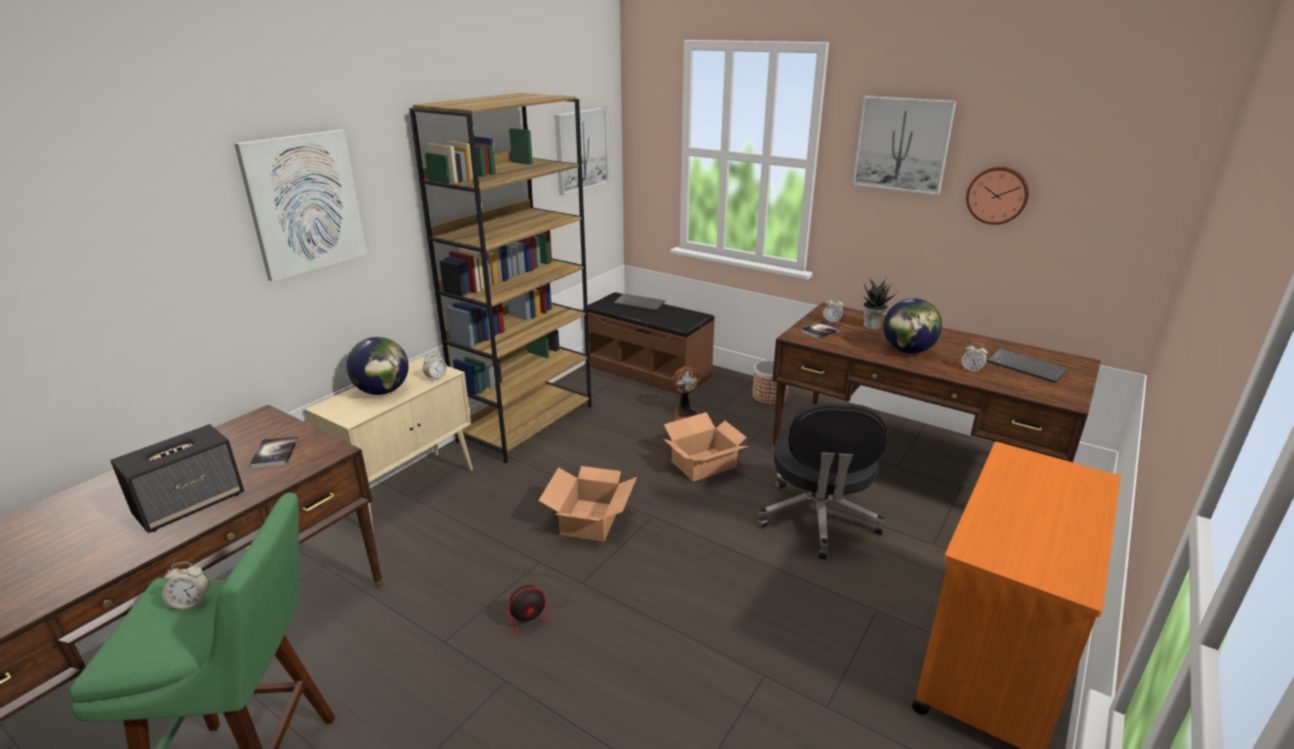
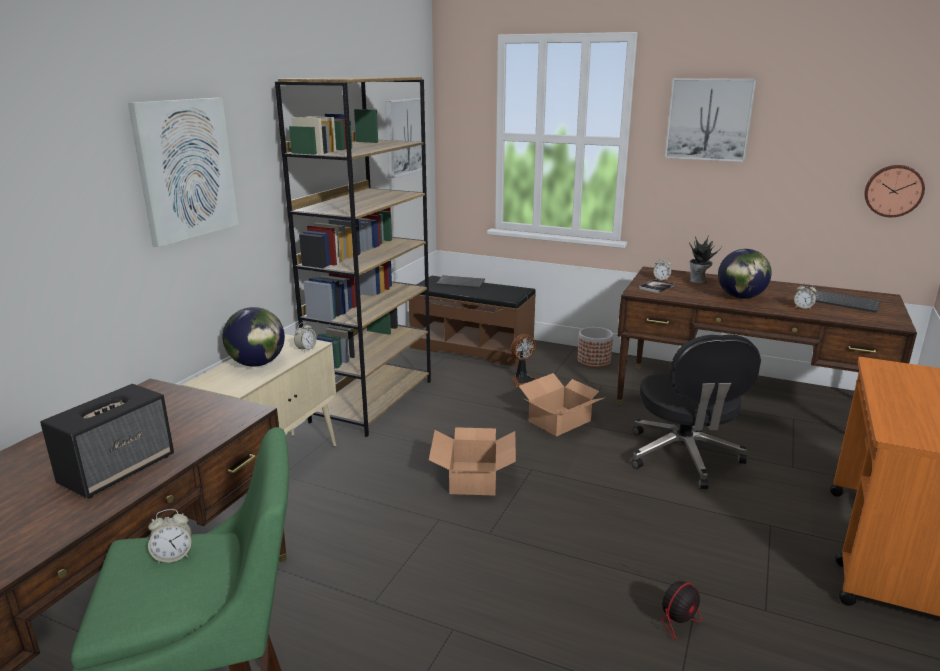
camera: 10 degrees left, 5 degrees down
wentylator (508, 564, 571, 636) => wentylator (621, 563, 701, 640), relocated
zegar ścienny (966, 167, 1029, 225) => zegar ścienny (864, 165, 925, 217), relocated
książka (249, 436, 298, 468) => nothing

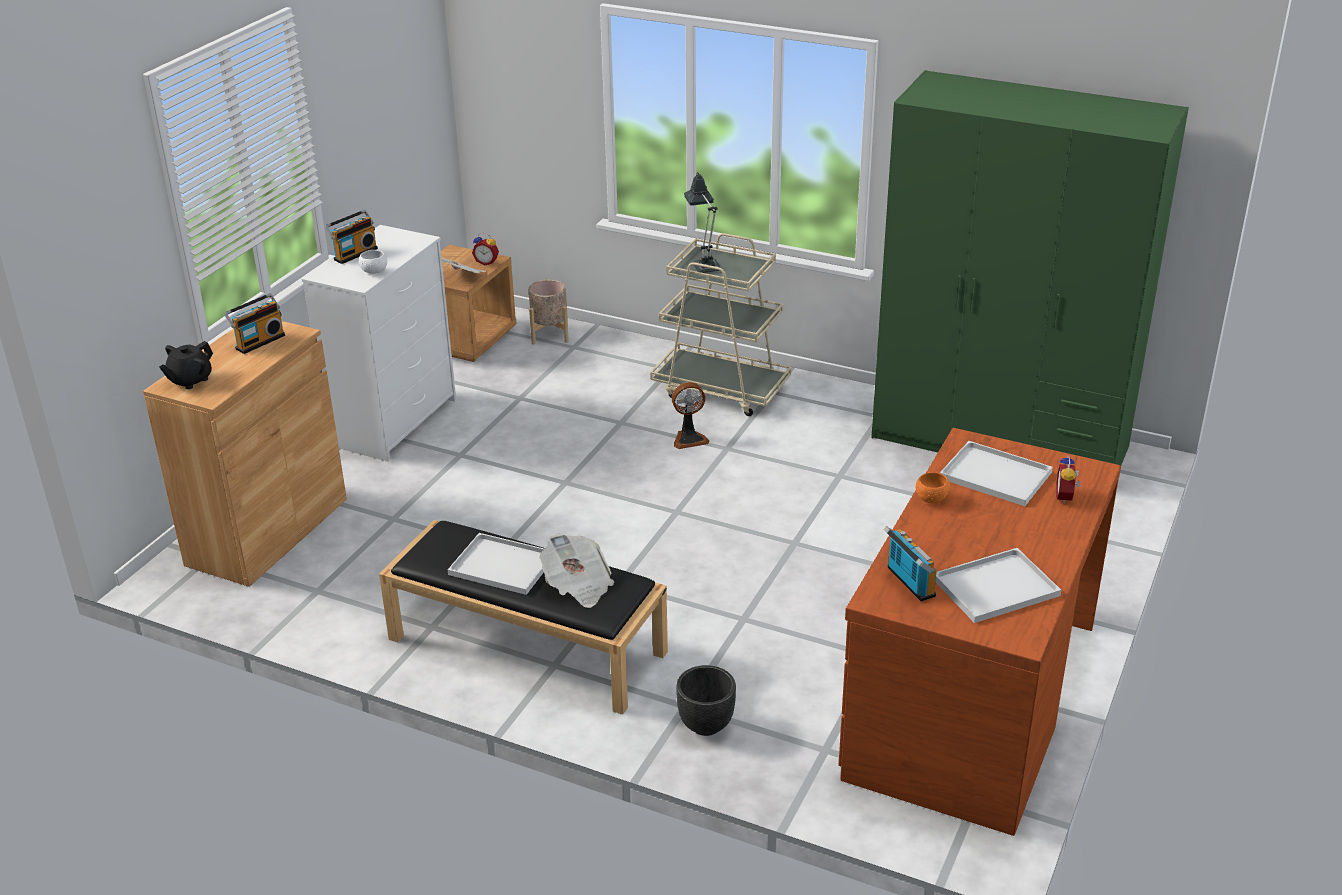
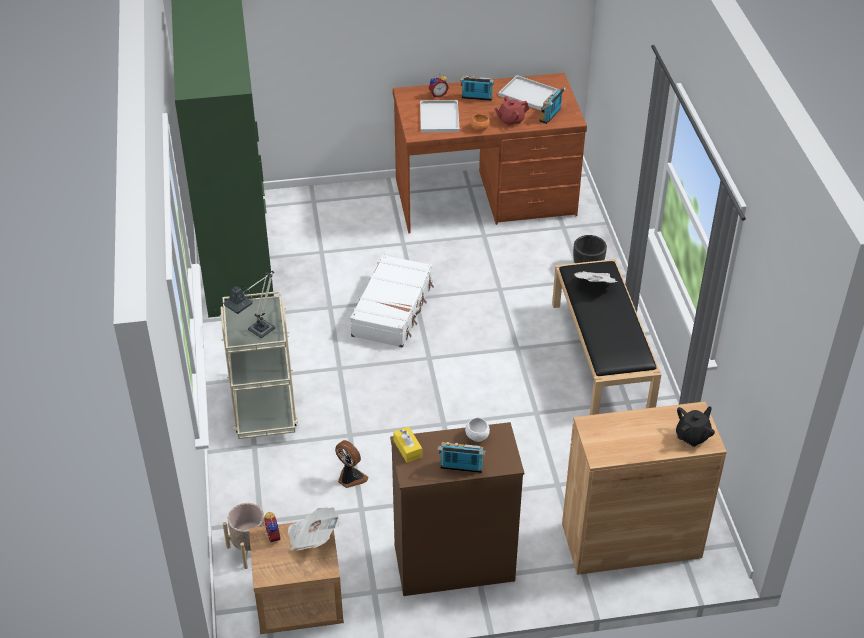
camera: 125 degrees left, 10 degrees up
wentylator (672, 382, 709, 449) => wentylator (335, 440, 368, 488), relocated
nothing => walizka/biały (350, 254, 434, 347)
komoda/biały (302, 225, 456, 462) => komoda/brązowy (390, 422, 524, 596)
nothing => pudełko chusteczek/żółty (393, 427, 422, 463)
radio (224, 293, 285, 354) => radio (460, 76, 495, 101), relocated
nothing => imbryk/czerwony (494, 96, 529, 126)
imbryk/czarny (159, 341, 213, 389) => imbryk/czarny (676, 406, 715, 447), 45 degrees counterclockwise
taca/biały (448, 533, 545, 595) => nothing

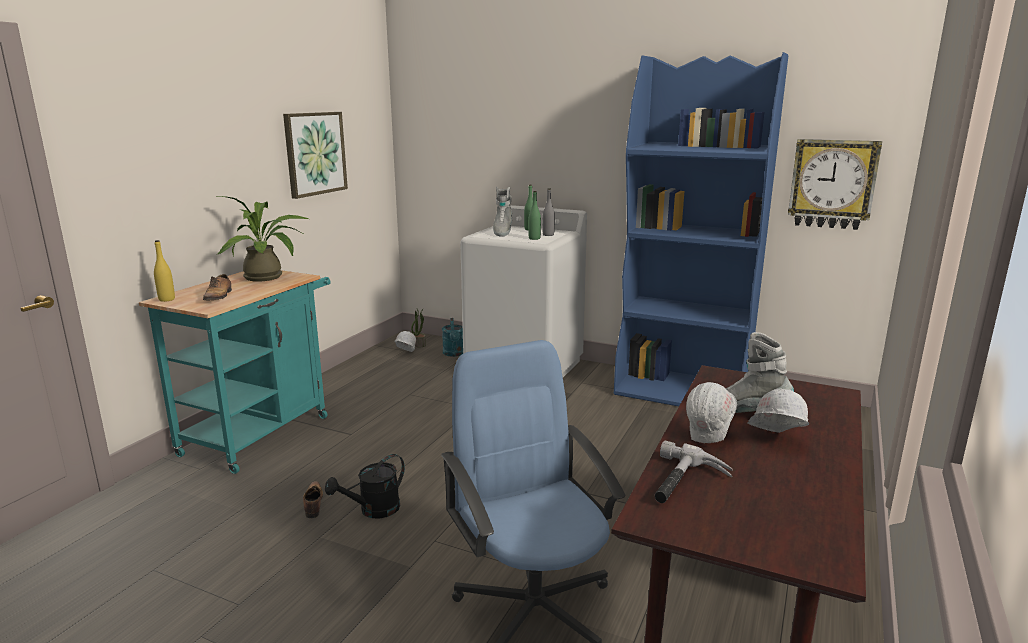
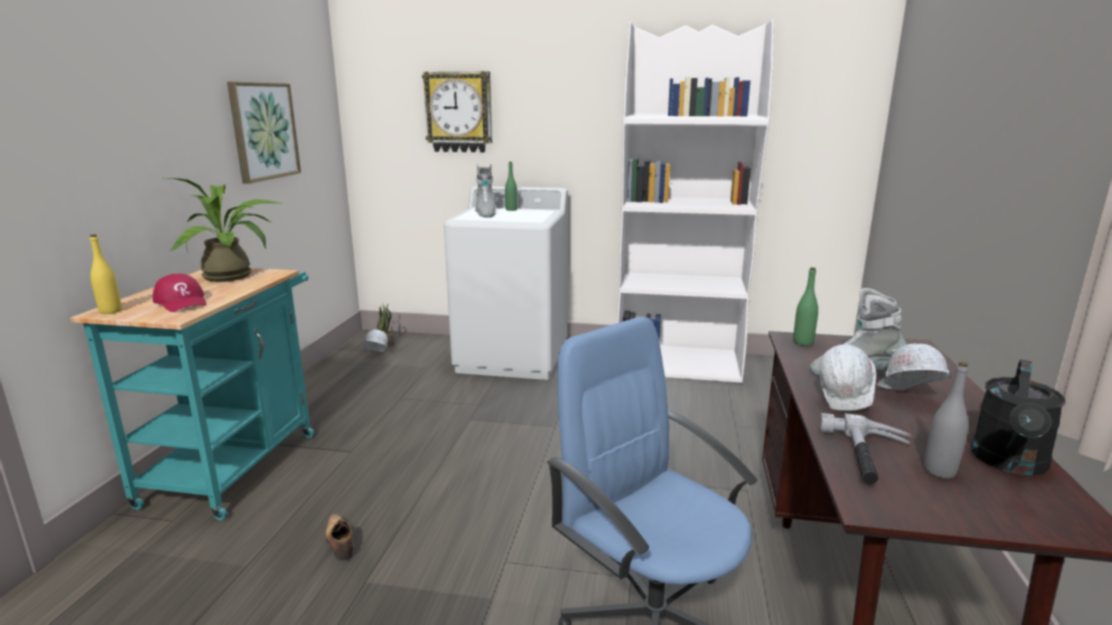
camera: 15 degrees left, 0 degrees up
but (203, 274, 232, 300) => czapka z daszkiem/czerwony (153, 274, 206, 312)
zegar ścienny (788, 139, 882, 230) => zegar ścienny (422, 71, 492, 153), relocated
regał/niebieski (614, 52, 788, 406) => regał/biały (617, 19, 774, 383)
butelka/zielony (528, 191, 541, 240) => butelka/zielony (793, 267, 818, 346), relocated
butelka/szary (542, 188, 555, 236) => butelka/szary (924, 362, 968, 479), relocated
konewka/czarny (325, 454, 405, 518) => konewka/czarny (971, 360, 1066, 476), relocated
konewka/turkusowy (442, 318, 463, 357) => nothing

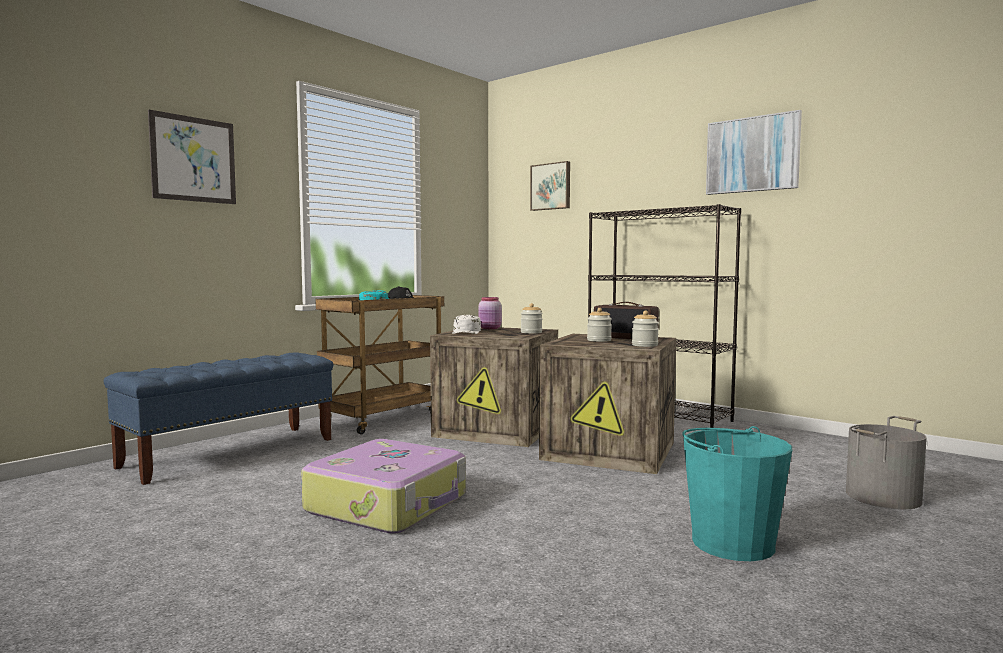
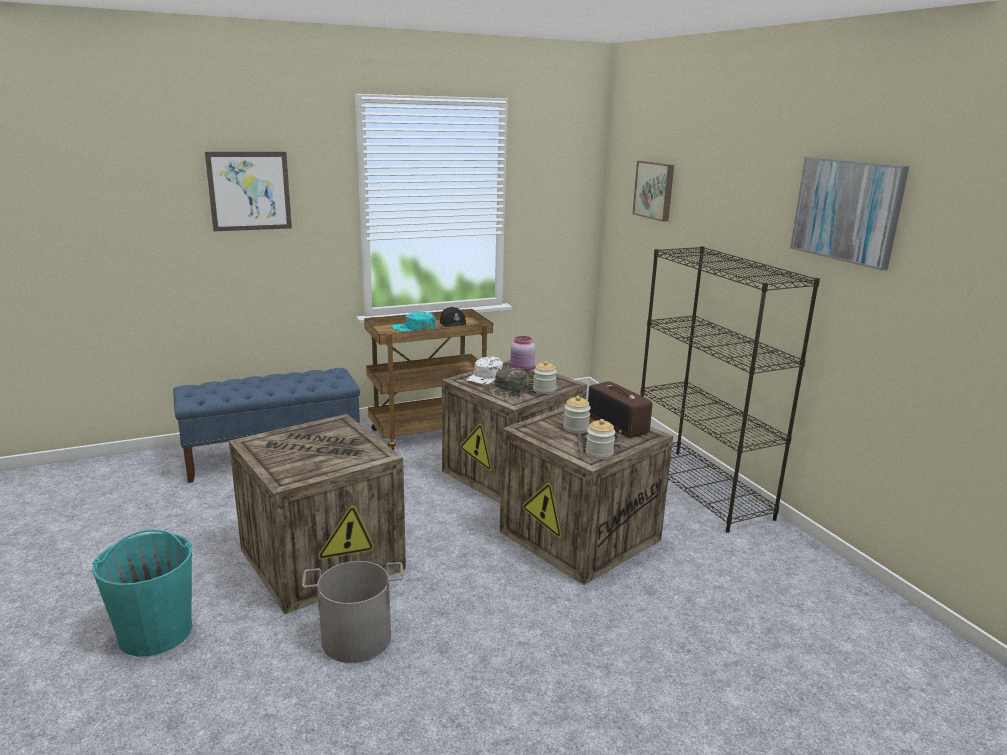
camera: 25 degrees right, 15 degrees up
wiadro/turkusowy (682, 426, 792, 561) => wiadro/turkusowy (92, 529, 192, 657), relocated
walizka (301, 439, 466, 534) => skrzynka (229, 414, 406, 614)
wiadro/szary (846, 416, 927, 509) => wiadro/szary (302, 561, 403, 663), relocated
nothing => czapka z daszkiem/zielony (483, 368, 527, 395)

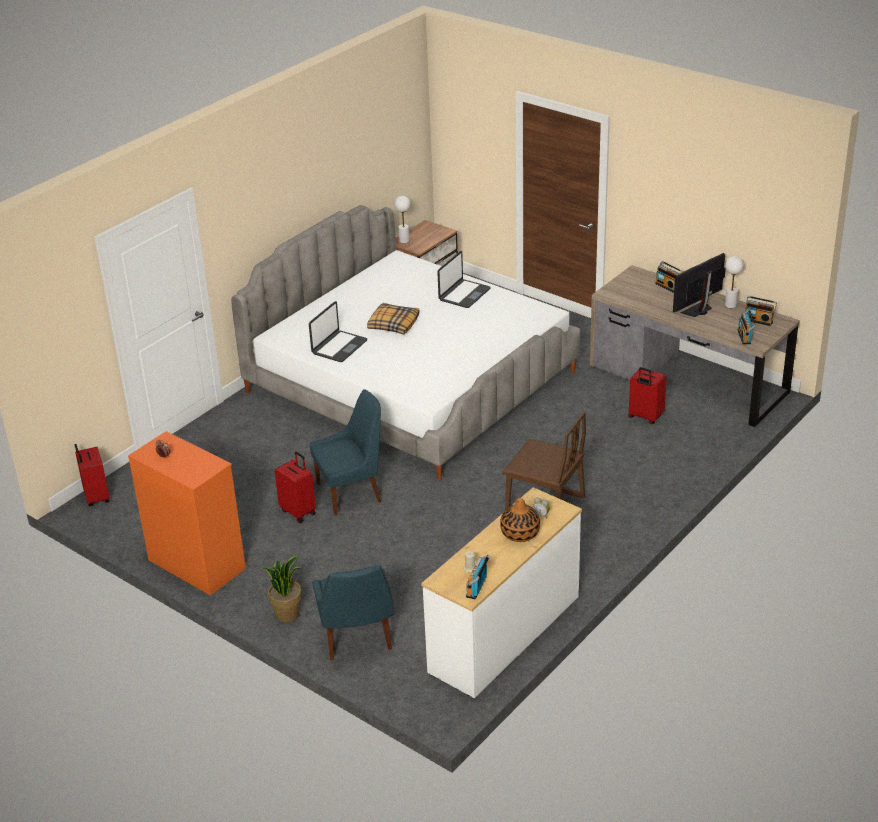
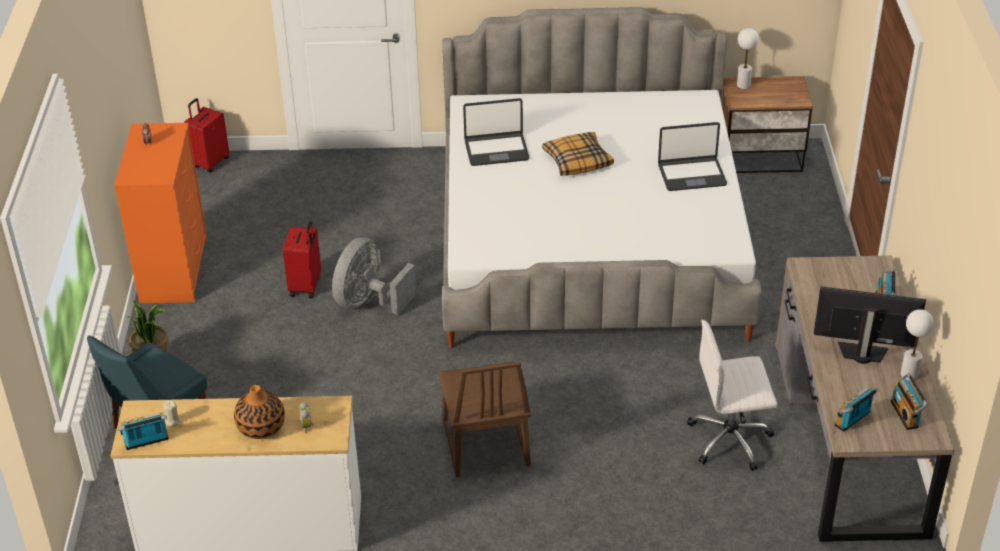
camera: 50 degrees right, 5 degrees up
krzesło/niebieski (310, 389, 381, 515) => wentylator/szary (332, 237, 416, 315)
walizka/czerwony (629, 367, 667, 424) => krzesło biurowe/biały (687, 320, 778, 471)

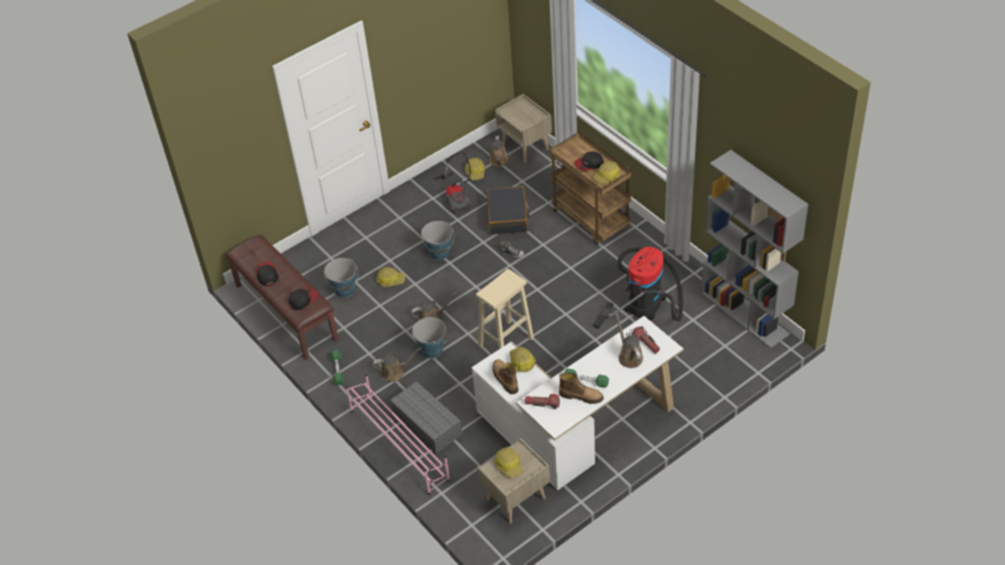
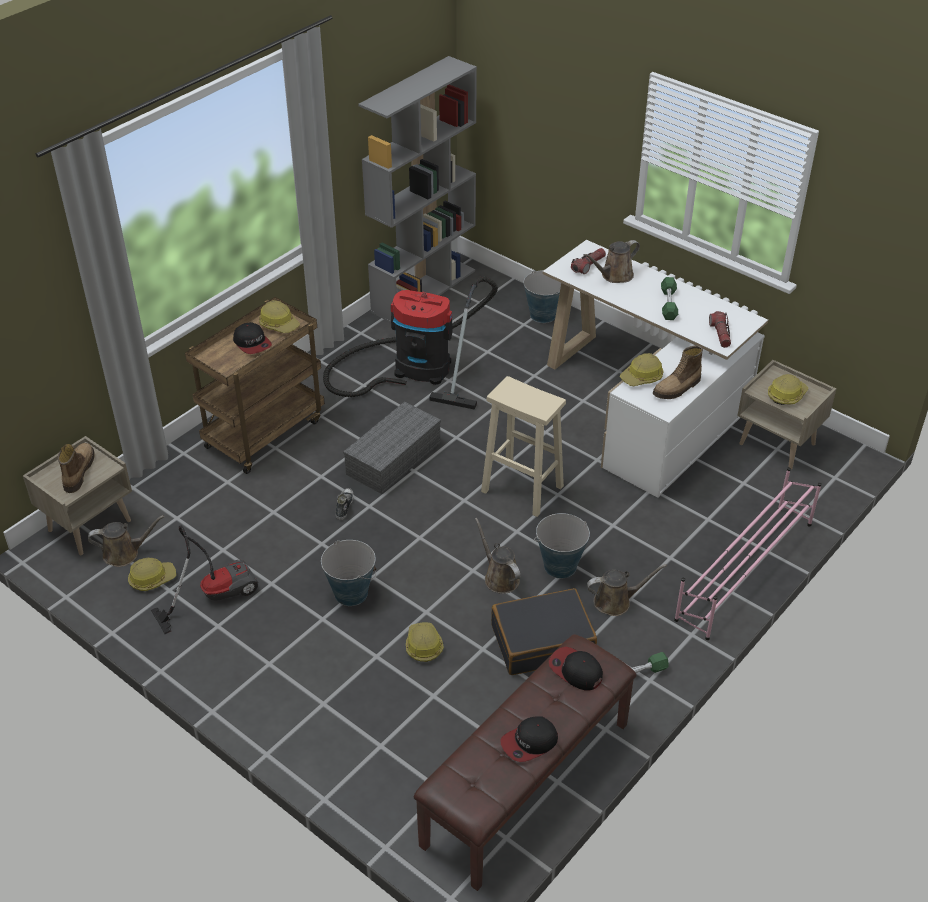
camera: 105 degrees left, 5 degrees down
but z cholewką (559, 372, 604, 404) => but z cholewką (58, 443, 94, 493), relocated
pojemnik do przechowywania/szary (390, 381, 462, 454) => pojemnik do przechowywania/szary (343, 402, 441, 494), relocated
walizka/czarny (486, 186, 529, 235) => walizka/czarny (491, 588, 597, 675), relocated
wiadro (324, 258, 358, 298) => wiadro (524, 270, 561, 323), relocated
konewka/brązowy (373, 347, 421, 382) => konewka/brązowy (587, 564, 667, 616), 105 degrees clockwise

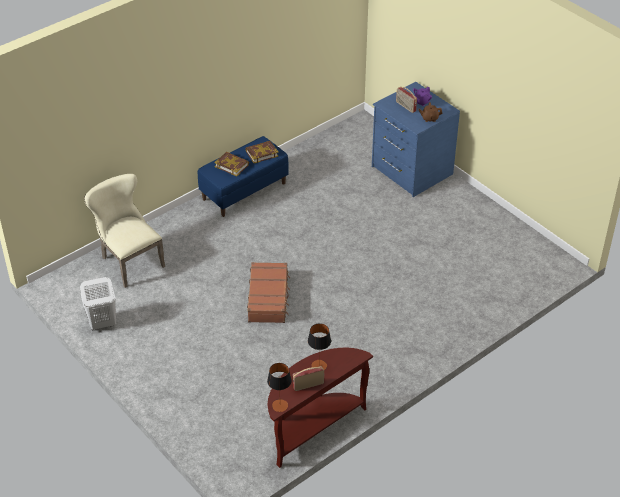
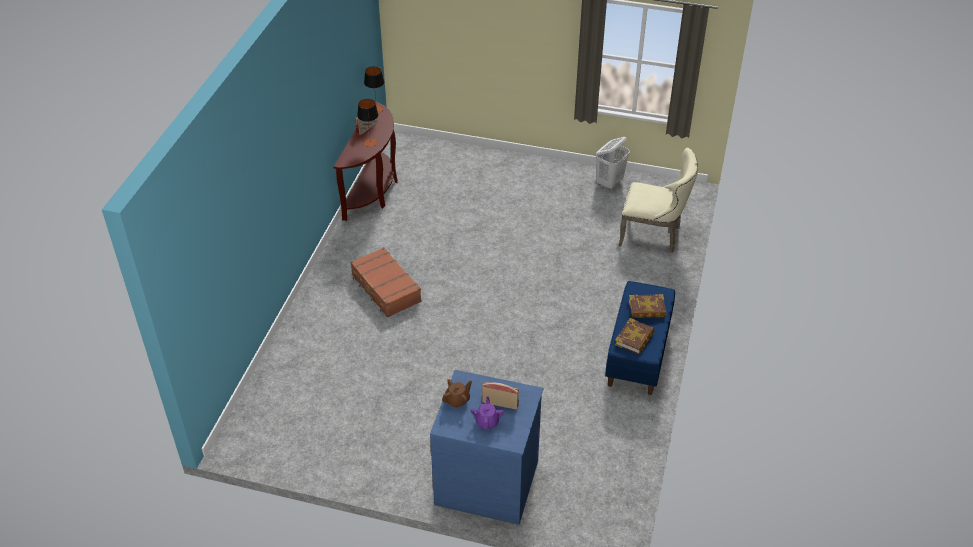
camera: 145 degrees right, 0 degrees up
walizka/brązowy (247, 262, 290, 323) => walizka/brązowy (350, 247, 422, 317), relocated

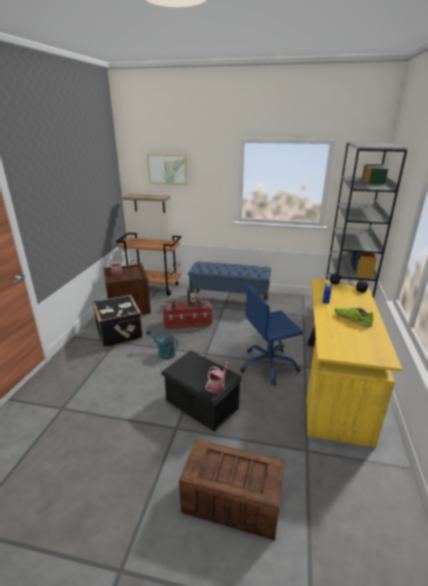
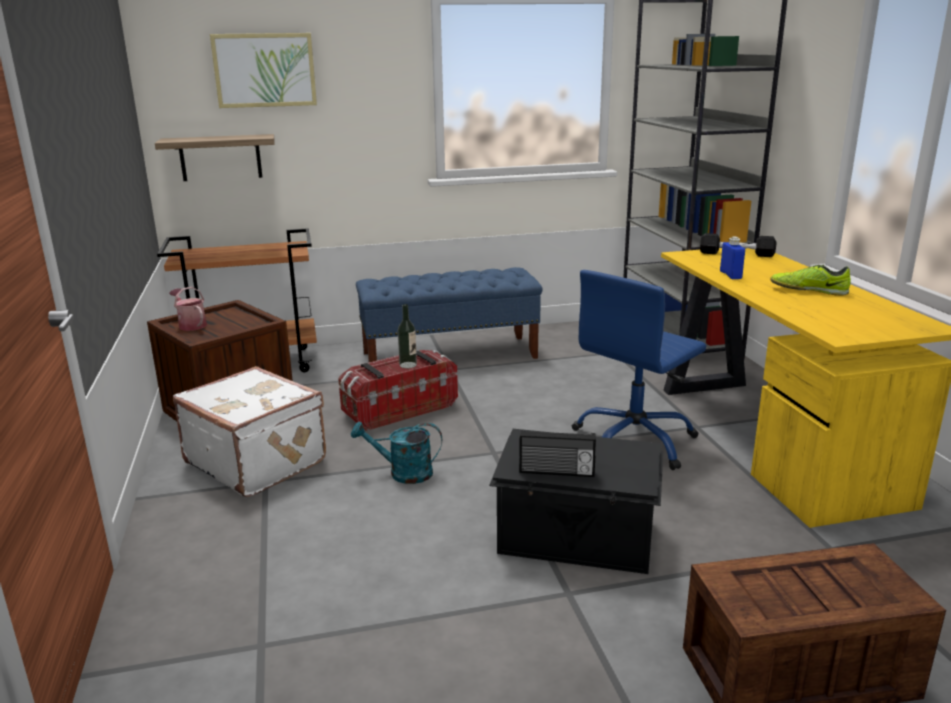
camera: 25 degrees left, 5 degrees down
walizka/czarny (93, 295, 143, 347) => walizka/biały (173, 366, 326, 497)
nothing => radio (519, 429, 596, 477)
konewka (206, 361, 231, 393) => nothing

